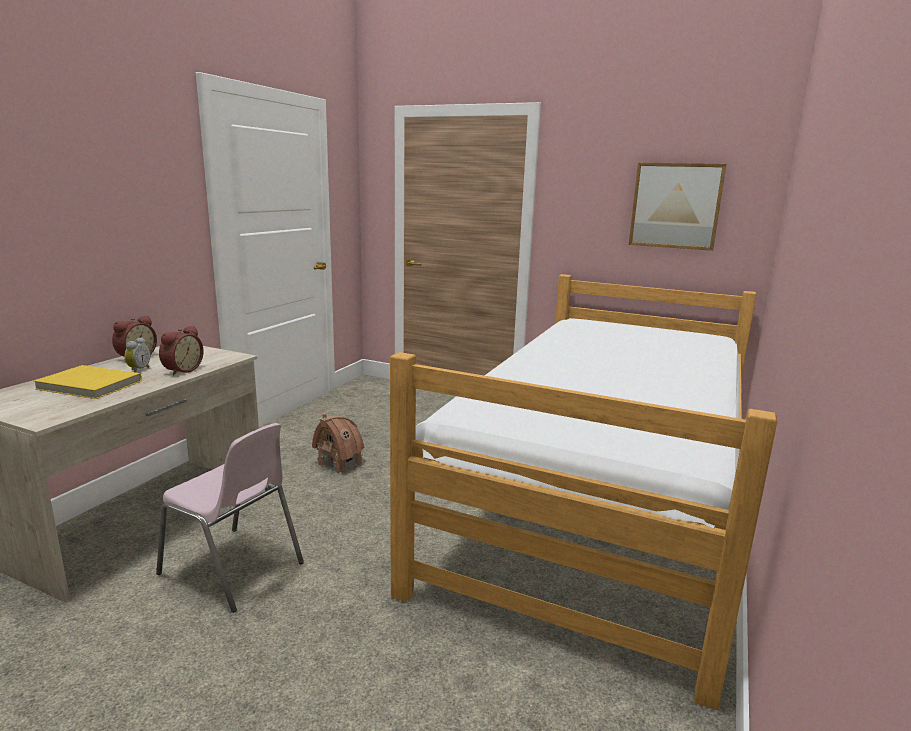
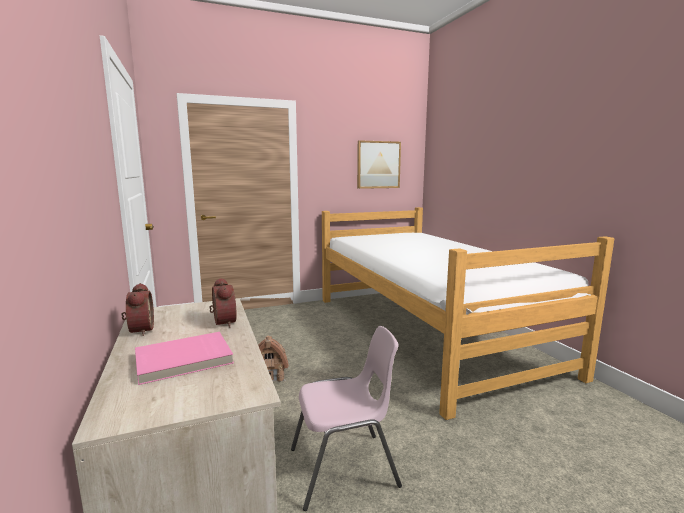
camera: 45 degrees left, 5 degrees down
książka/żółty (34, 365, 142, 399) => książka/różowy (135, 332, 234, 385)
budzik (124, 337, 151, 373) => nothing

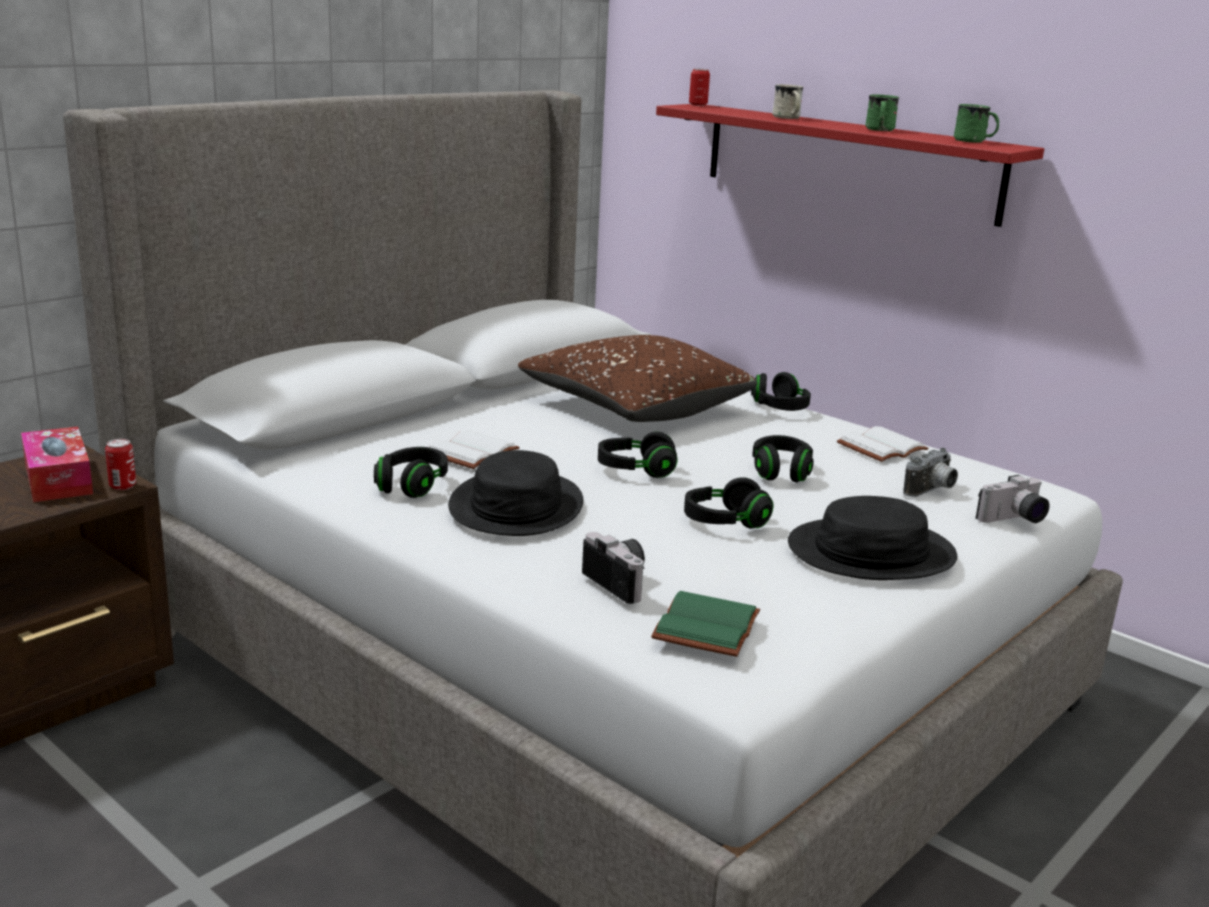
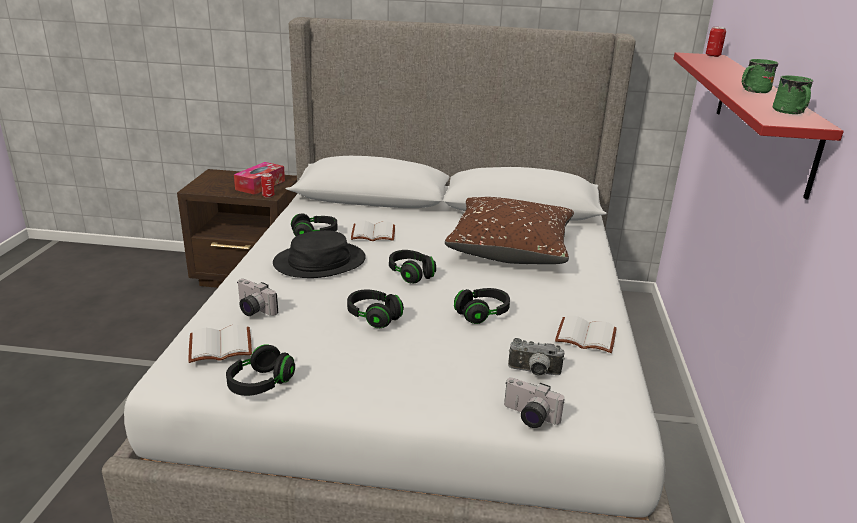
camera: 55 degrees right, 5 degrees up
książka/zielony (651, 591, 760, 657) => książka/biały (188, 324, 252, 363)
słuchawki/czarny (751, 372, 811, 411) => słuchawki/czarny (226, 344, 295, 396), relocated
aparat fotograficzny (582, 532, 645, 604) => aparat fotograficzny (238, 279, 278, 316), 105 degrees clockwise
kubek/biały (772, 84, 803, 119) => nothing
kapelusz/czarny (788, 496, 957, 580) => nothing

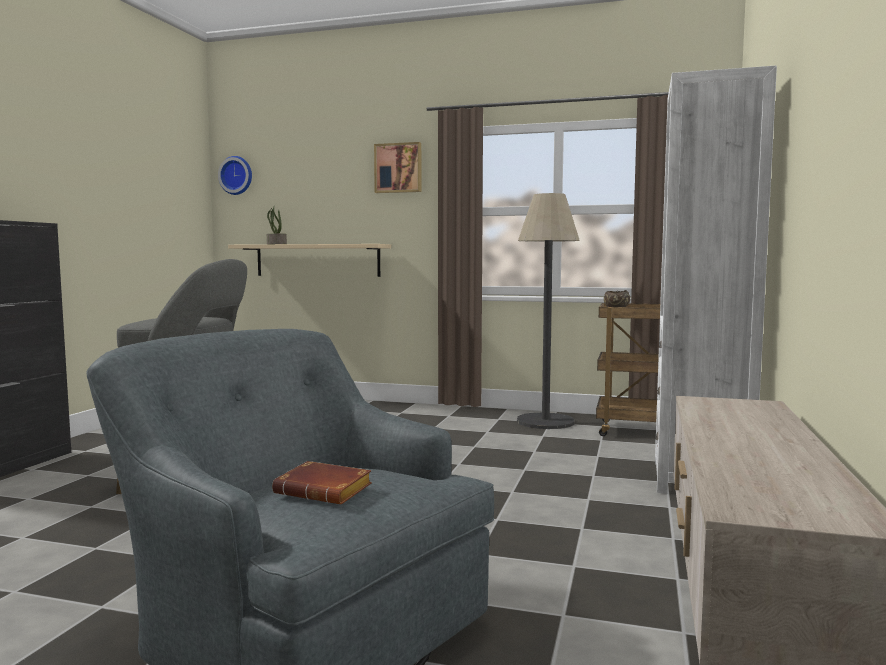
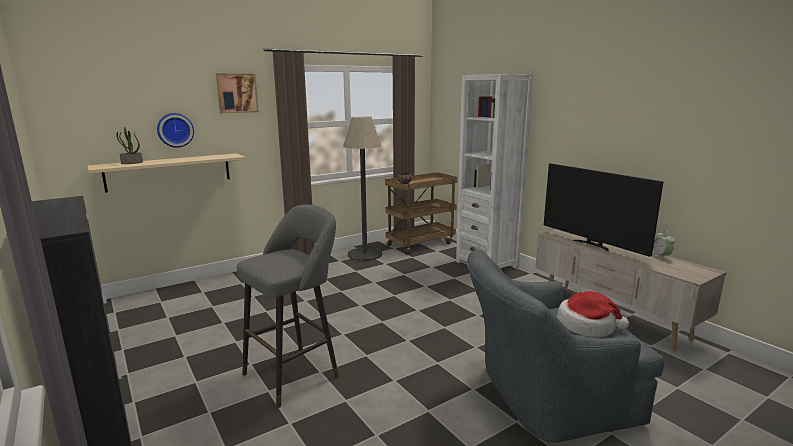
camera: 50 degrees left, 10 degrees up
zegar ścienny (218, 156, 252, 195) => zegar ścienny (157, 113, 194, 148), relocated
nothing => telewizor (544, 163, 664, 257)
książka/brązowy (272, 461, 372, 504) => kapelusz (557, 291, 629, 337)
nothing => budzik (652, 231, 675, 260)

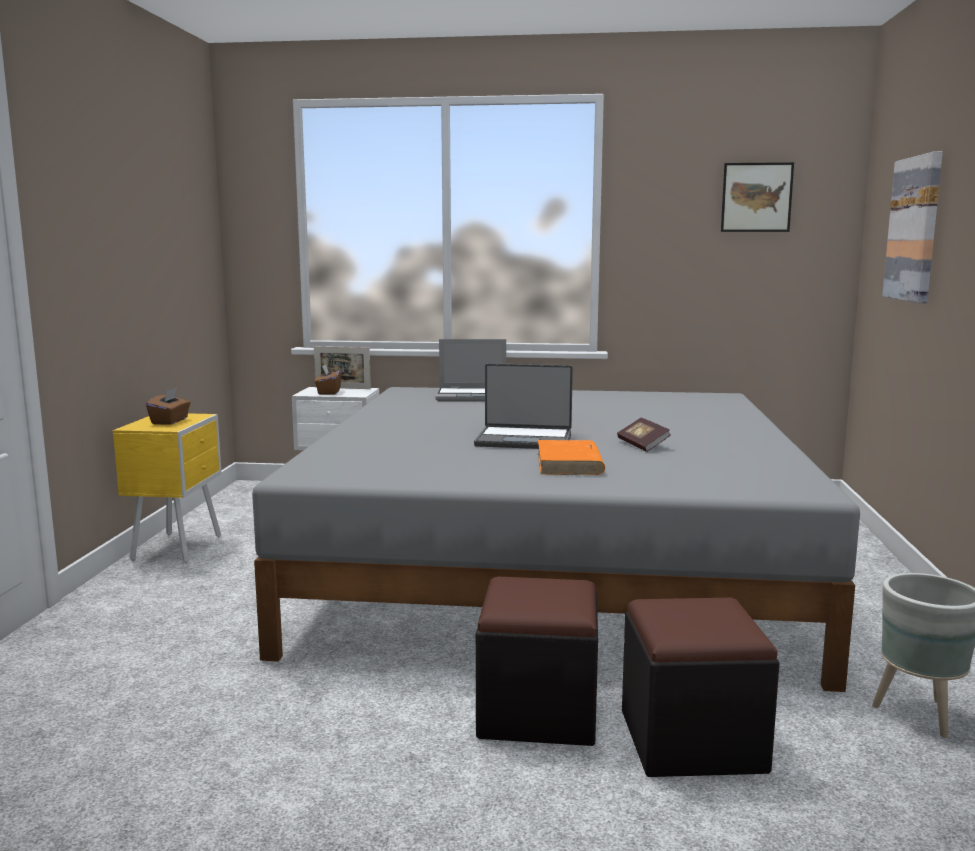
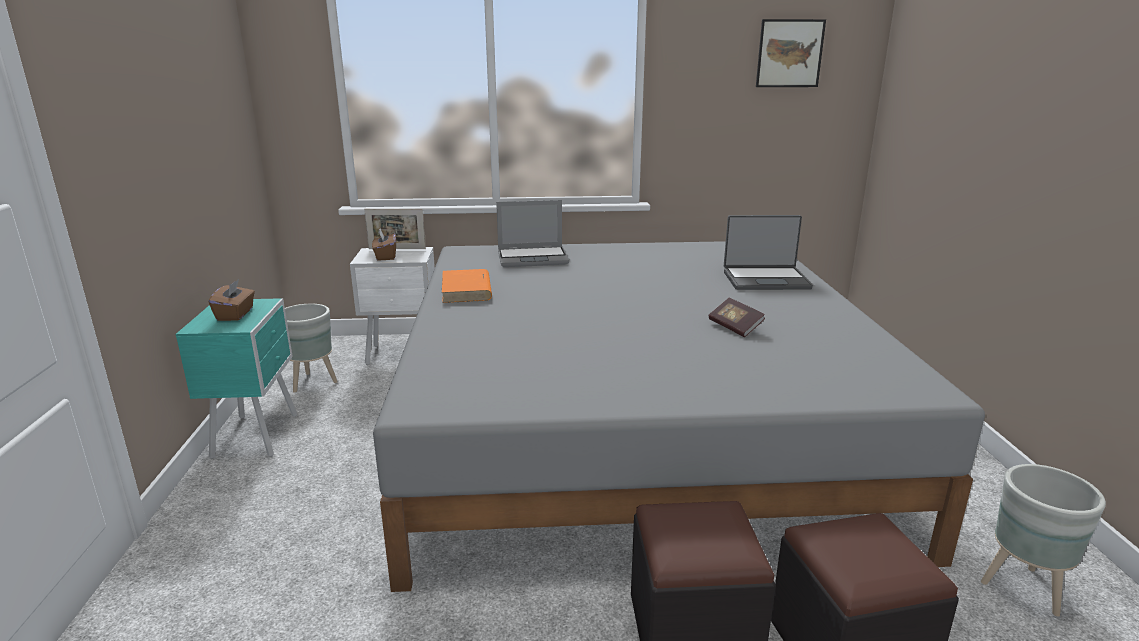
camera: 10 degrees left, 10 degrees up
szafka nocna/żółty (113, 413, 222, 563) => szafka nocna/turkusowy (176, 298, 298, 459)
nothing => donica/szary (285, 304, 337, 393)
książka/pomarańczowy (538, 440, 605, 475) => książka/pomarańczowy (442, 269, 492, 303), relocated
laptop (474, 363, 573, 449) => laptop (724, 215, 813, 290), relocated
obraz (882, 151, 943, 303) => nothing

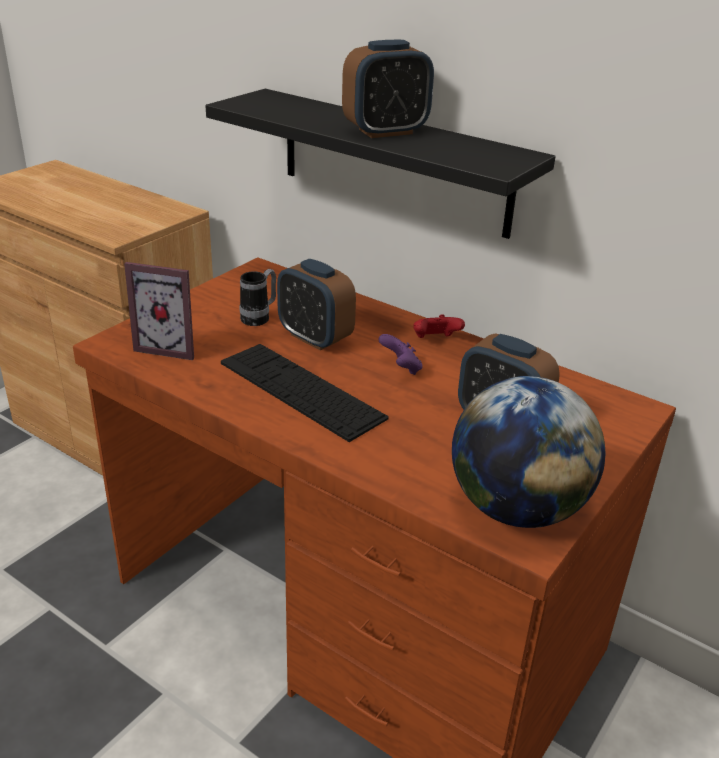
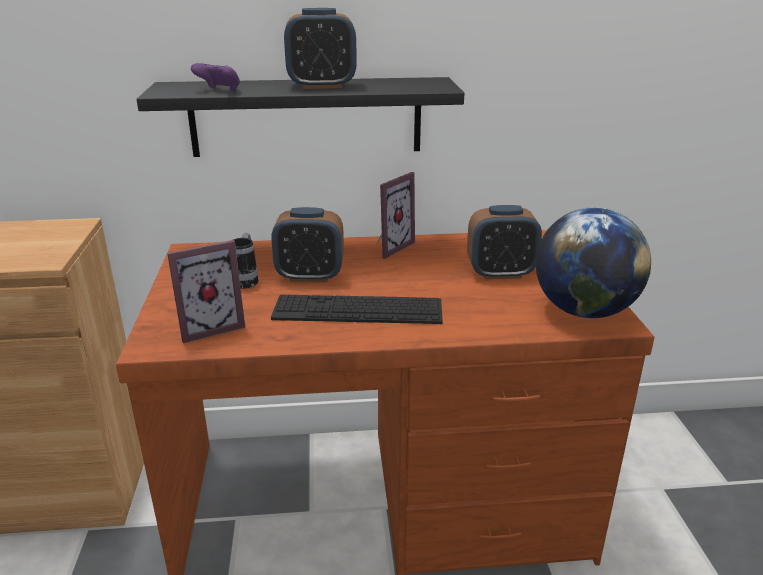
camera: 40 degrees left, 5 degrees down
pad do gier/fioletowy (378, 334, 422, 375) => pad do gier/fioletowy (191, 63, 240, 91), relocated
budzik (342, 40, 434, 138) => budzik (284, 8, 357, 89), 60 degrees clockwise
pad do gier/czerwony (413, 314, 465, 338) => ramka na zdjęcie (377, 172, 415, 259)

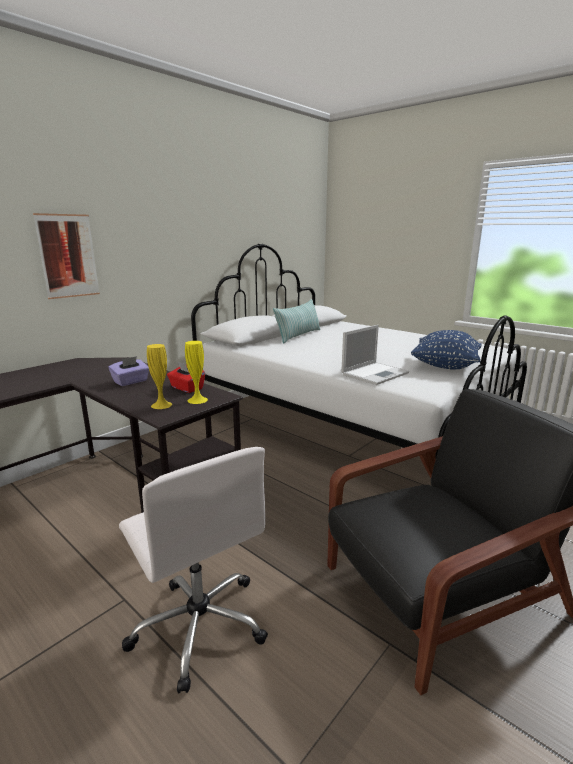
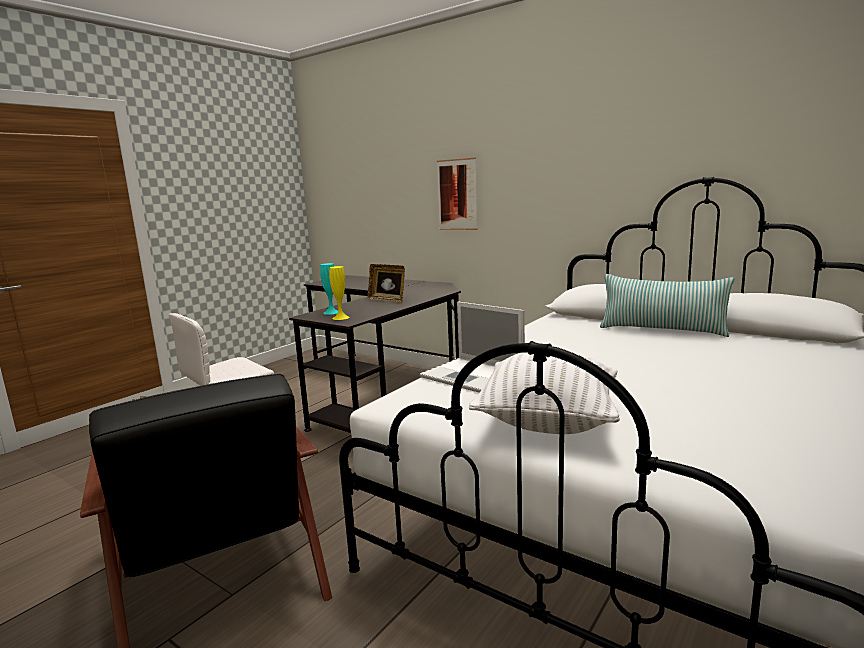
camera: 85 degrees right, 5 degrees down
wazon/żółty (147, 344, 172, 409) => wazon/turkusowy (320, 263, 338, 315)
pudełko chusteczek/fioletowy (109, 356, 149, 386) => ramka na zdjęcie (367, 264, 405, 303)
poduszka/niebieski (411, 330, 482, 370) => poduszka/biały (469, 351, 620, 434)
pudełko chusteczek/czerwony (167, 362, 205, 393) => nothing

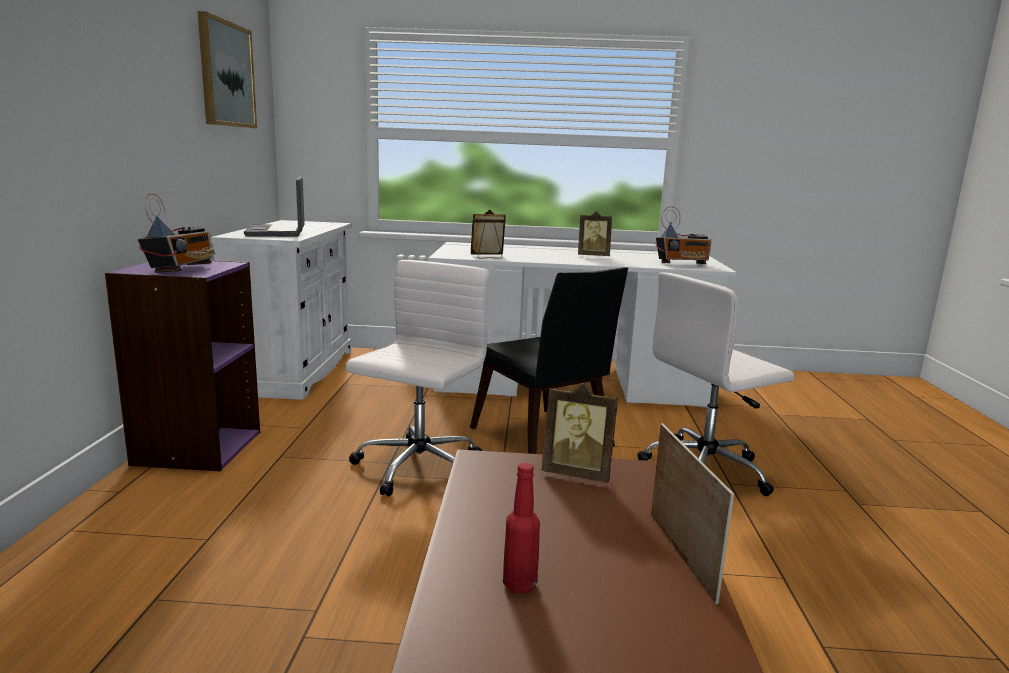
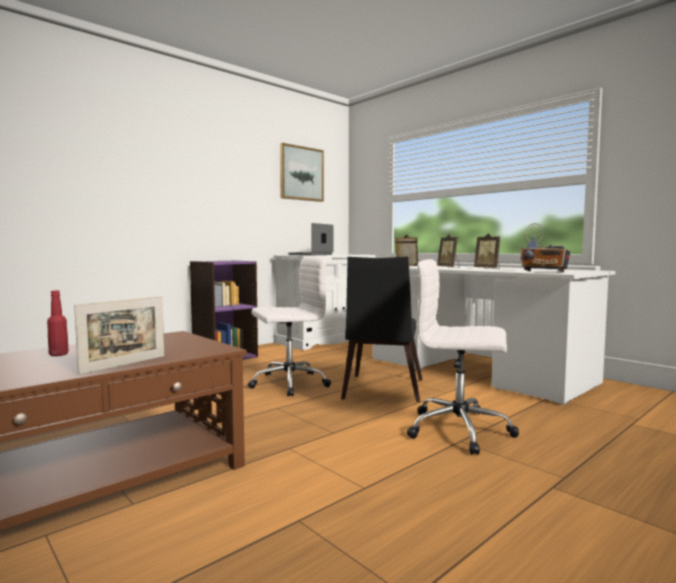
camera: 45 degrees right, 10 degrees down
ramka na zdjęcie (541, 384, 618, 483) => ramka na zdjęcie (437, 234, 460, 268), relocated
radio (138, 193, 215, 273) => nothing

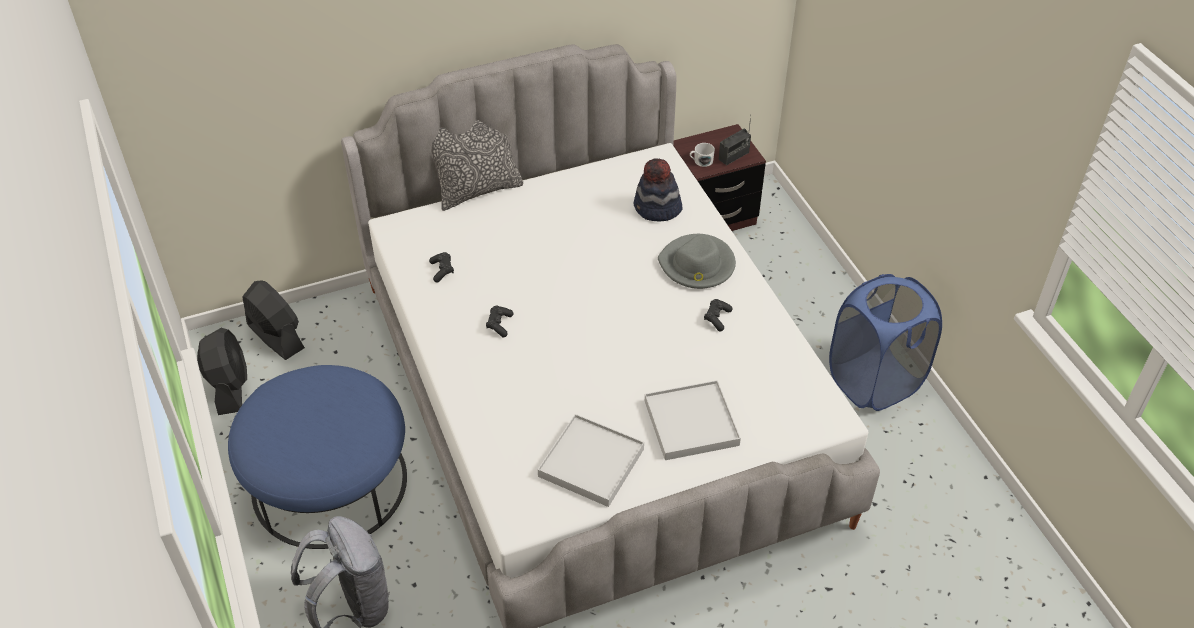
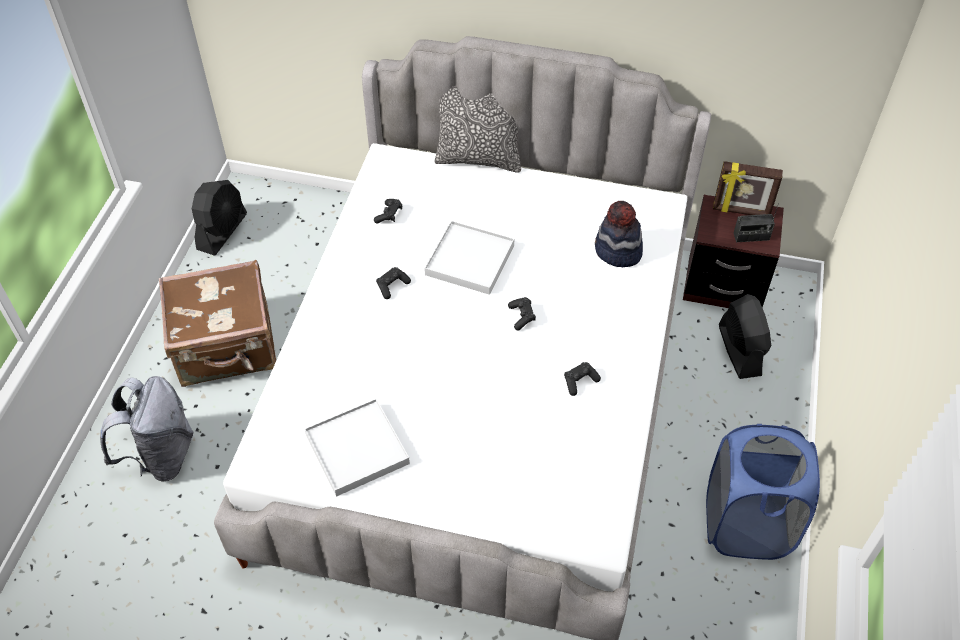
camera: 35 degrees right, 5 degrees up
pufa/niebieski (228, 365, 407, 549) => walizka/brązowy (159, 260, 276, 387)
taca/biały (645, 380, 741, 460) => taca/biały (424, 221, 514, 295), relocated
nothing => pad do gier/czarny (508, 297, 536, 331)
nothing => ramka na zdjęcie (713, 161, 783, 215)
wentylator/czarny (242, 280, 305, 360) => wentylator/czarny (719, 294, 771, 379), relocated
kapelusz/szary (658, 234, 736, 289) => nothing
kubek/biały (690, 143, 715, 167) => nothing

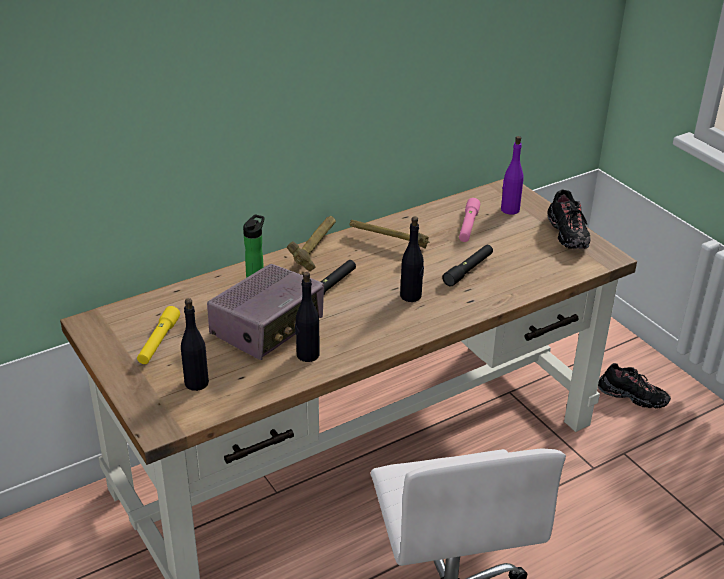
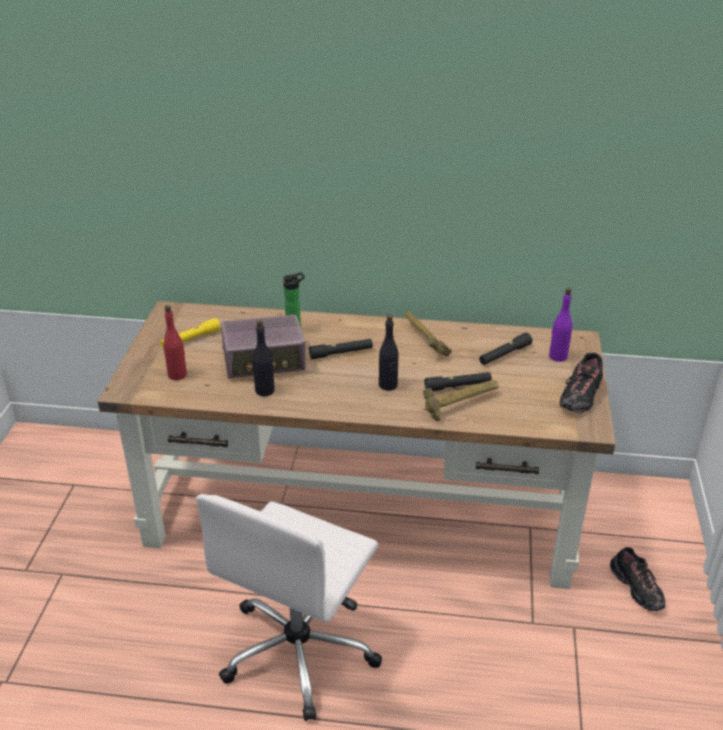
camera: 40 degrees right, 0 degrees up
butelka/czarny (181, 298, 209, 391) => butelka/czerwony (163, 305, 187, 380)
młotek (287, 216, 336, 271) => młotek (423, 380, 499, 422), relocated
latarka/różowy (459, 198, 480, 242) => latarka/czarny (479, 333, 532, 365)

